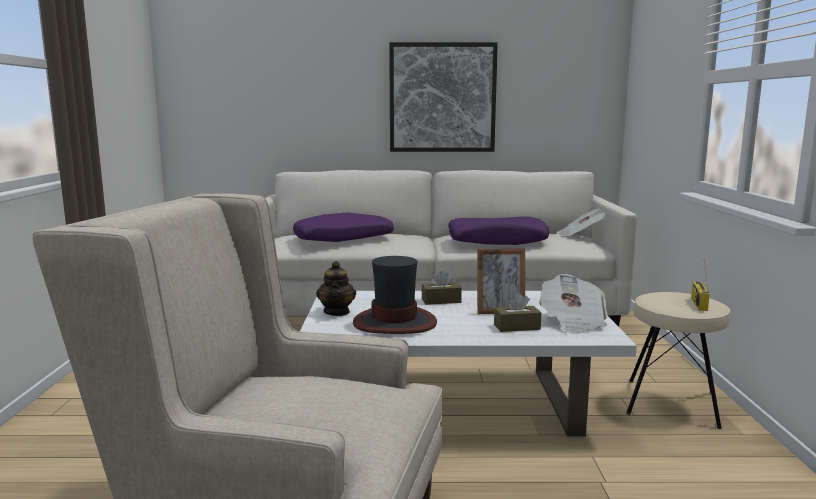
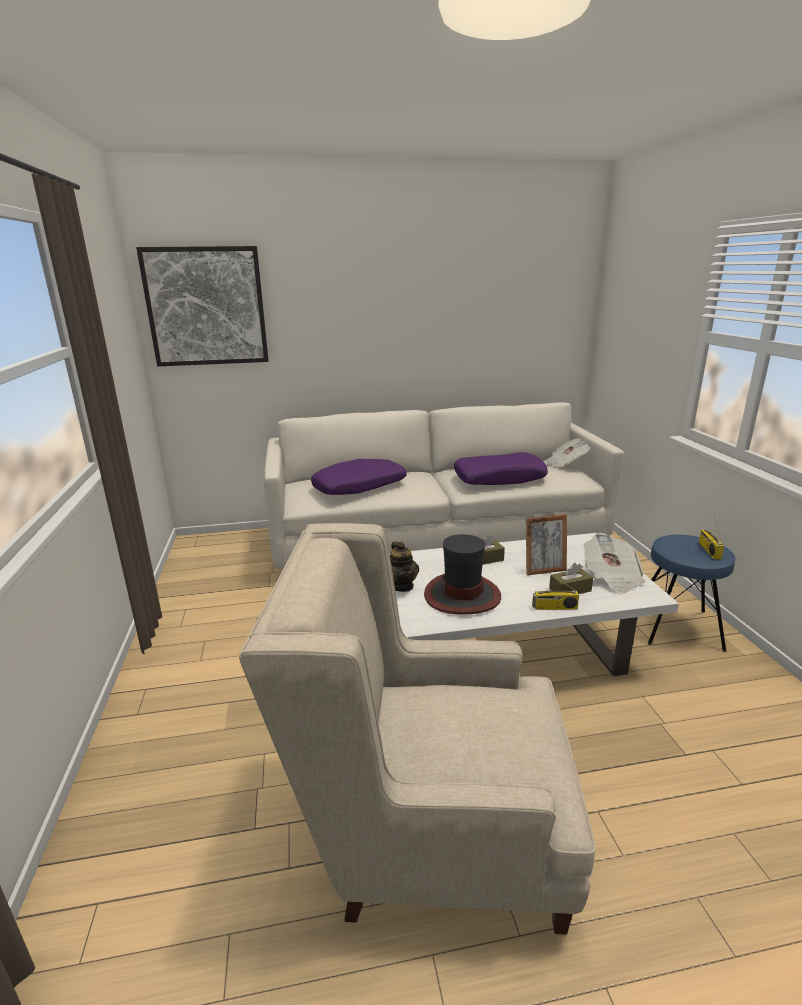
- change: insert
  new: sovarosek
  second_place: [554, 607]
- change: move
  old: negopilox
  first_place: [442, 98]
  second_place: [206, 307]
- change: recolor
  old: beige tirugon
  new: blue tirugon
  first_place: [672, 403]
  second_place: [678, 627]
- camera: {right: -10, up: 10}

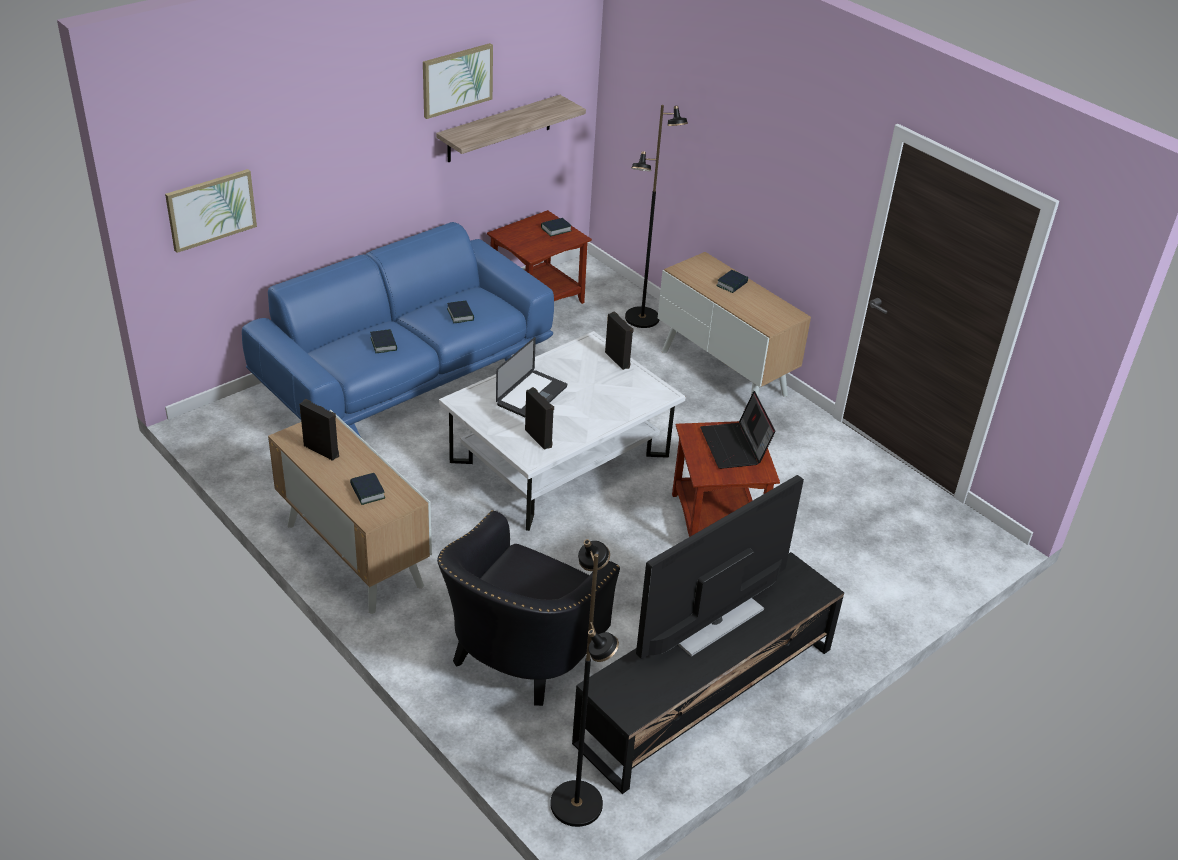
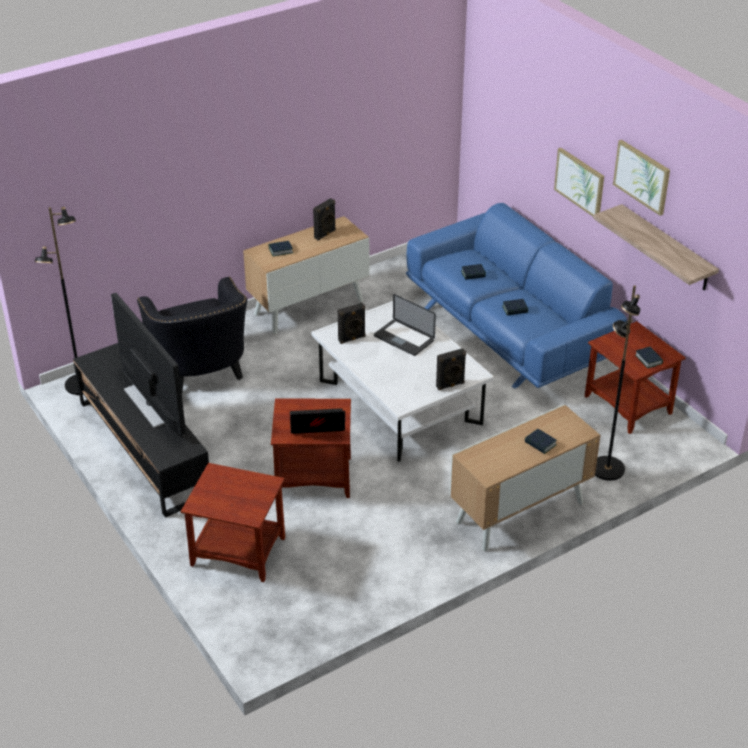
- change: insert
  new: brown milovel
  second_place: [238, 551]
- change: move
  old: negopilox
  first_place: [211, 209]
  second_place: [580, 182]
- change: rotate
  old: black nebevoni
  first_place: [519, 656]
  second_place: [201, 370]
  degrees: -150
- camera: {right: 100, up: 0}

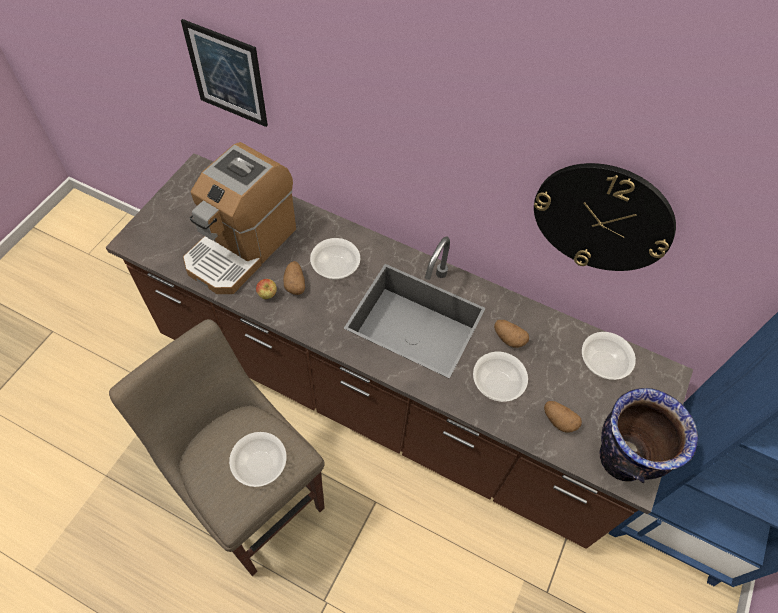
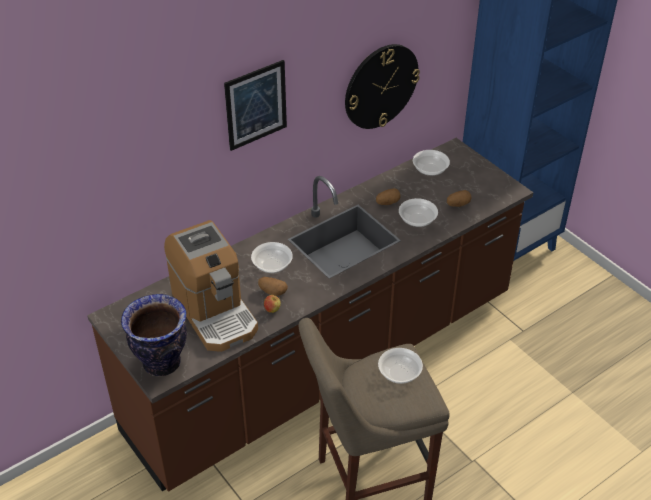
- change: move
  old: negopilox
  first_place: [227, 74]
  second_place: [256, 105]
- change: move
  old: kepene
  first_place: [621, 458]
  second_place: [161, 363]
- camera: {right: -60, up: -15}

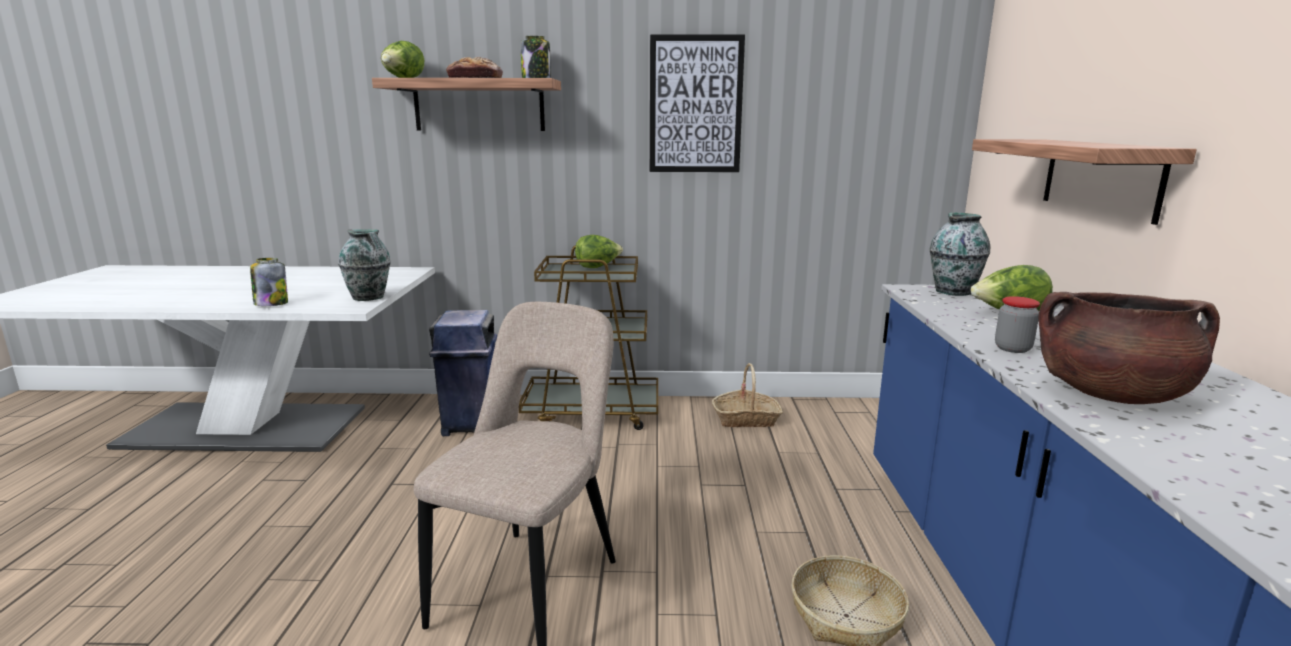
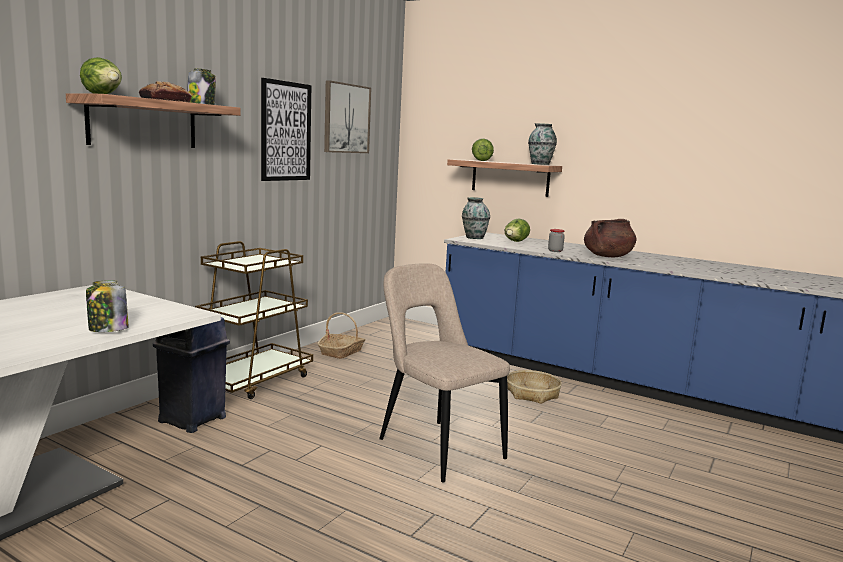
- change: insert
  new: negopilox
  second_place: [346, 118]
- change: move
  old: kepene
  first_place: [369, 298]
  second_place: [540, 164]
- change: move
  old: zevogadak
  first_place: [598, 267]
  second_place: [481, 161]
- camera: {right: -60, up: -5}

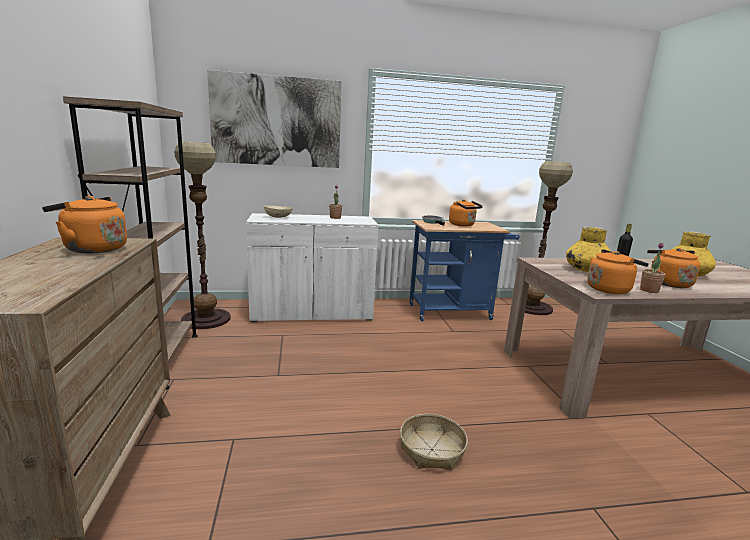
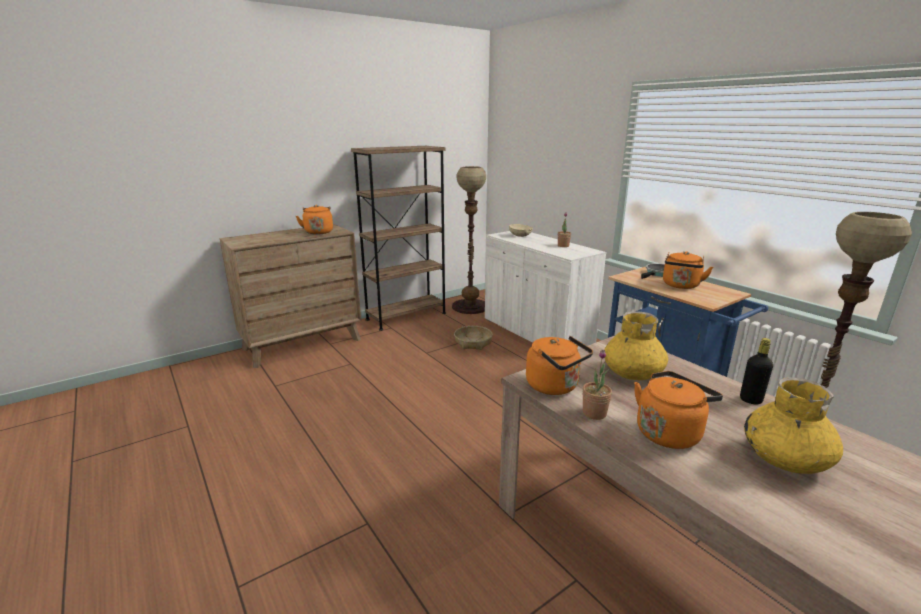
- change: delete
  old: negopilox
  first_place: [276, 121]
- change: move
  old: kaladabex
  first_place: [431, 450]
  second_place: [473, 342]
- camera: {right: 65, up: 5}

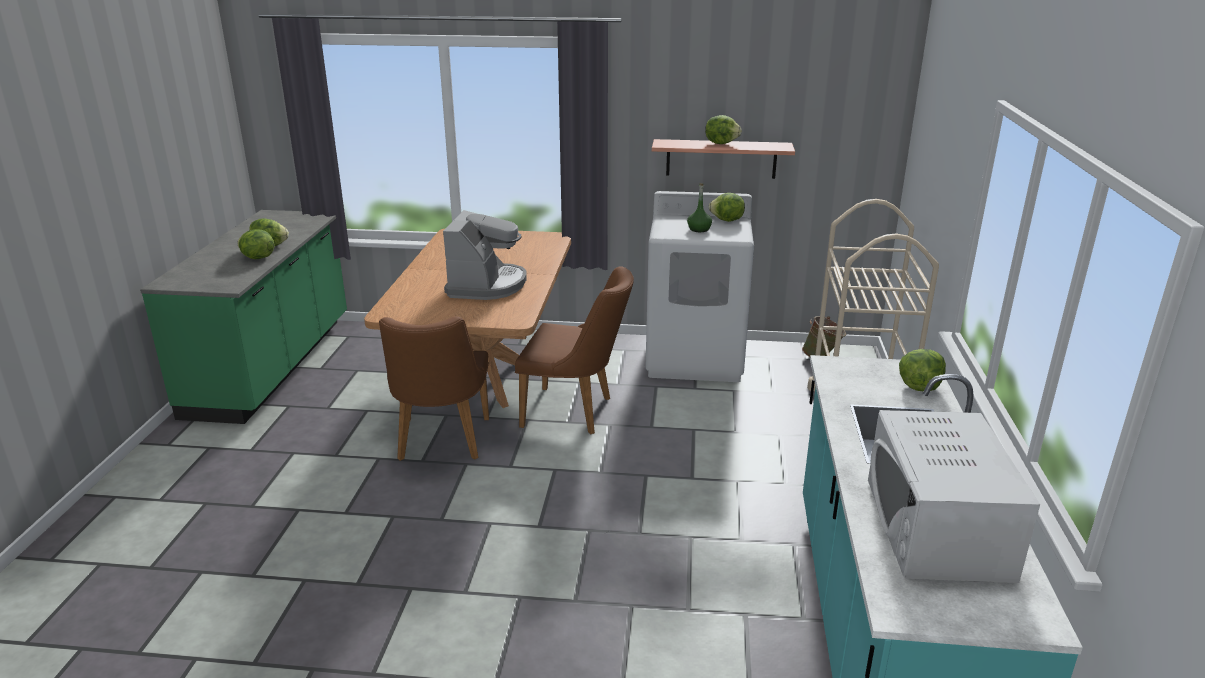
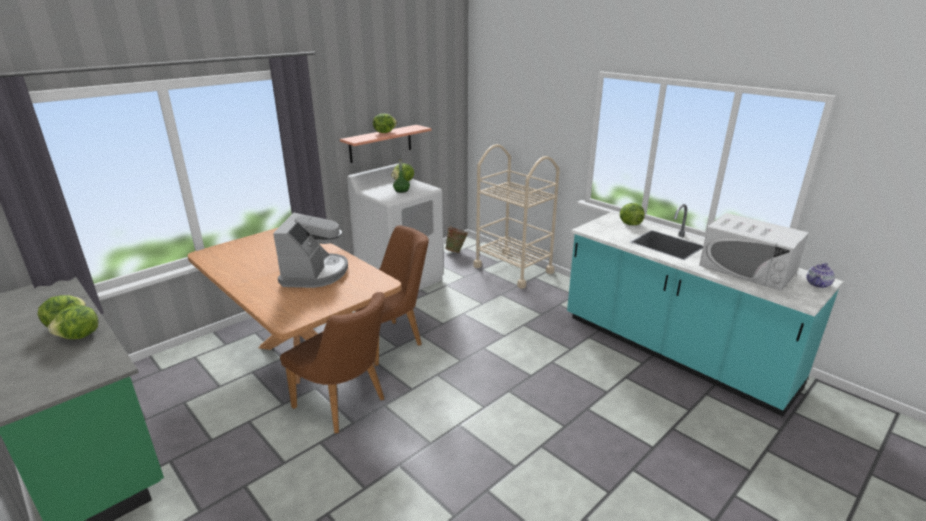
- change: insert
  new: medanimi
  second_place: [818, 284]
- change: rotate
  old: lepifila
  first_place: [487, 285]
  second_place: [315, 273]
  degrees: 45
- camera: {right: -50, up: 0}

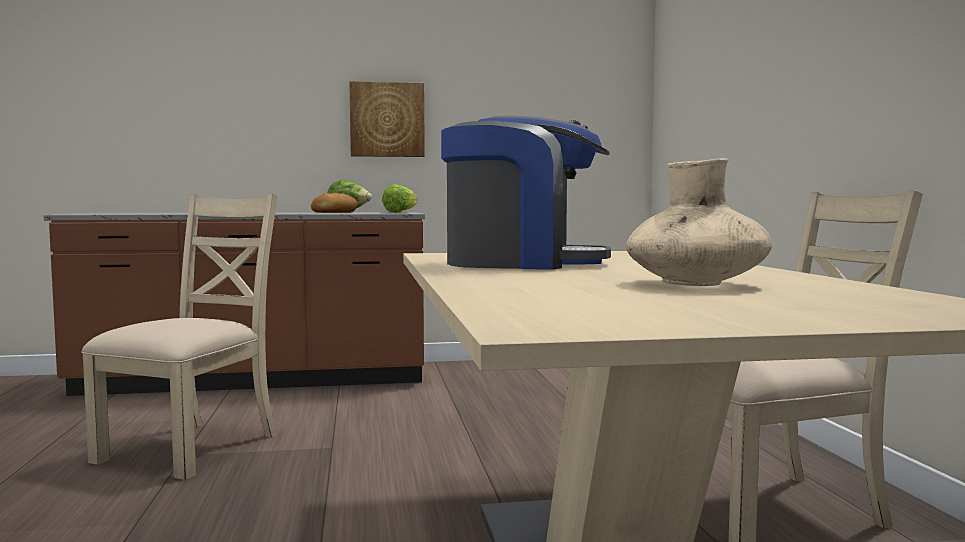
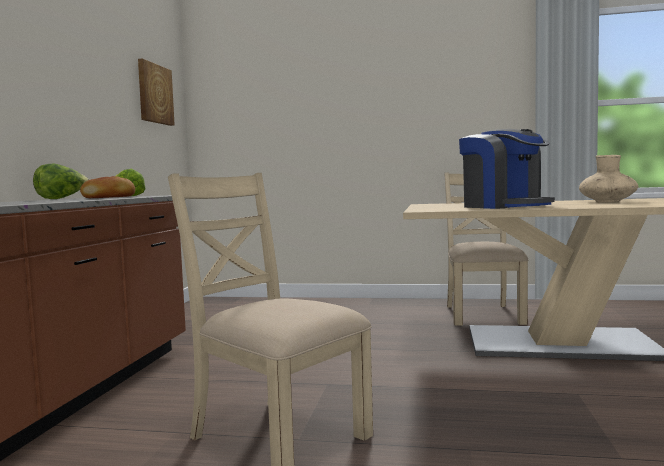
- change: move
  old: negopilox
  first_place: [387, 120]
  second_place: [154, 94]
- change: rotate
  old: lepifila
  first_place: [523, 263]
  second_place: [504, 206]
  degrees: 120
- camera: {right: -70, up: 0}

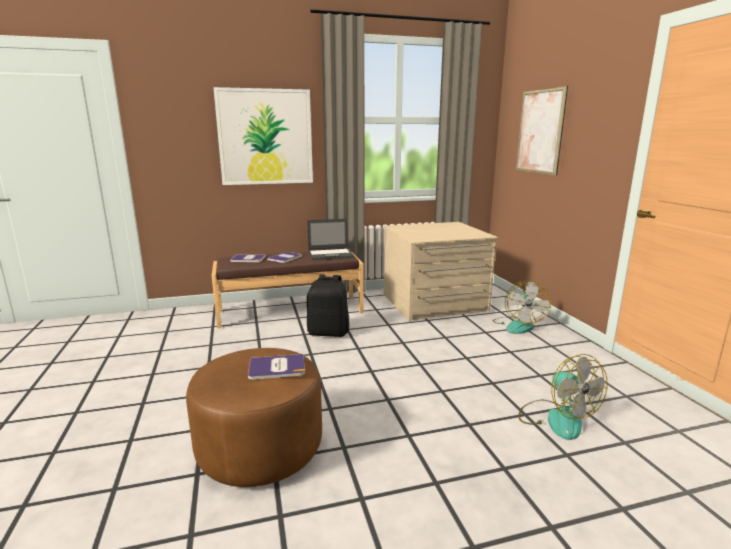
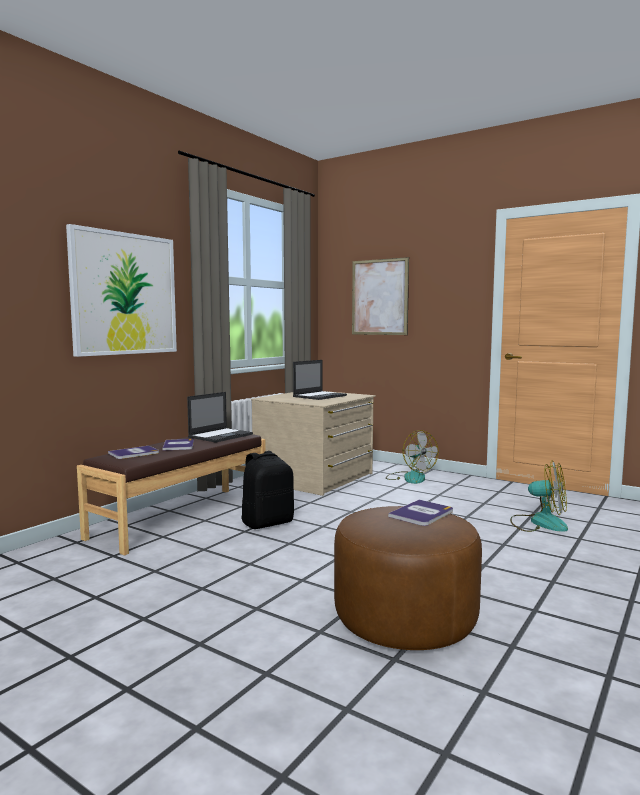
- change: insert
  new: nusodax
  second_place: [320, 396]
- camera: {right: -40, up: -10}

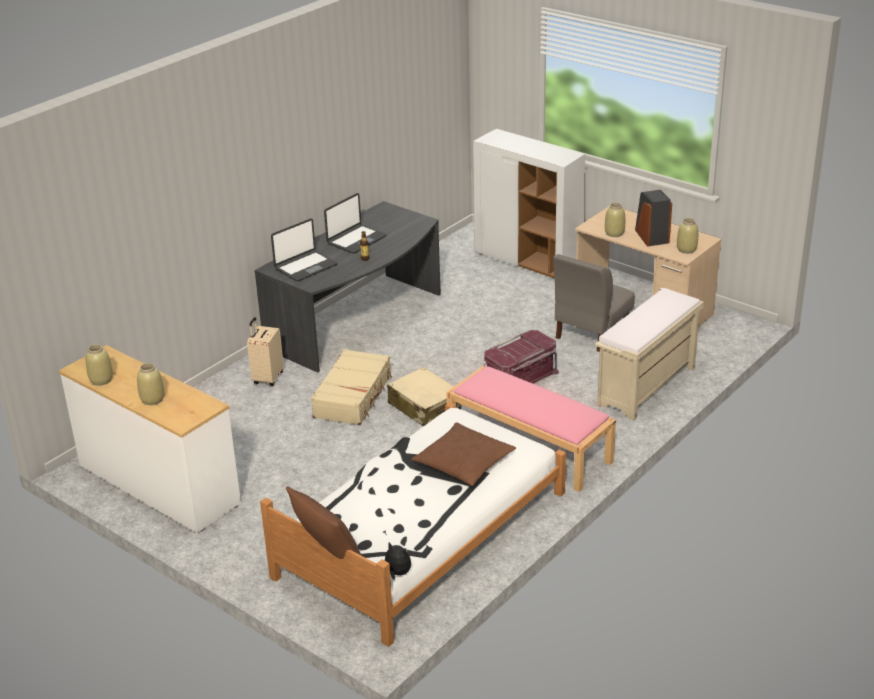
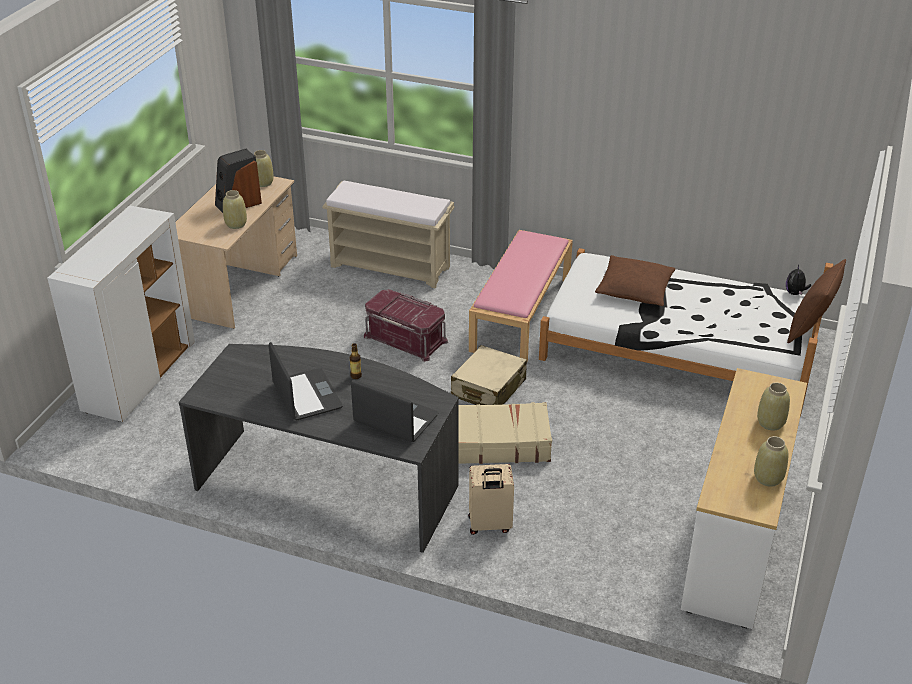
- change: delete
  old: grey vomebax
  first_place: [591, 332]
- change: rotate
  old: nusodax
  first_place: [356, 240]
  second_place: [306, 396]
  degrees: 45
- camera: {right: -110, up: 5}

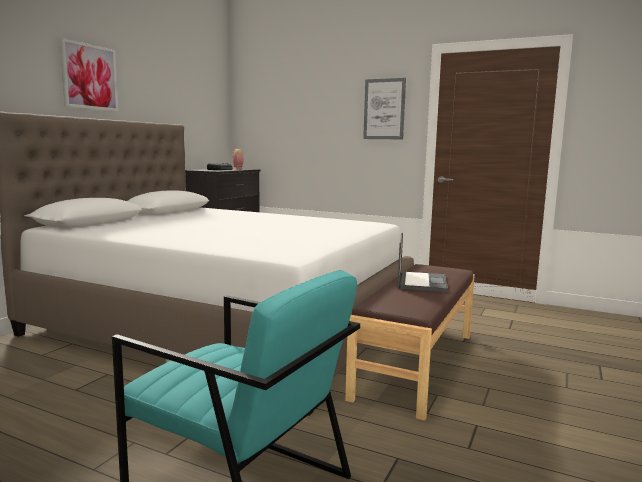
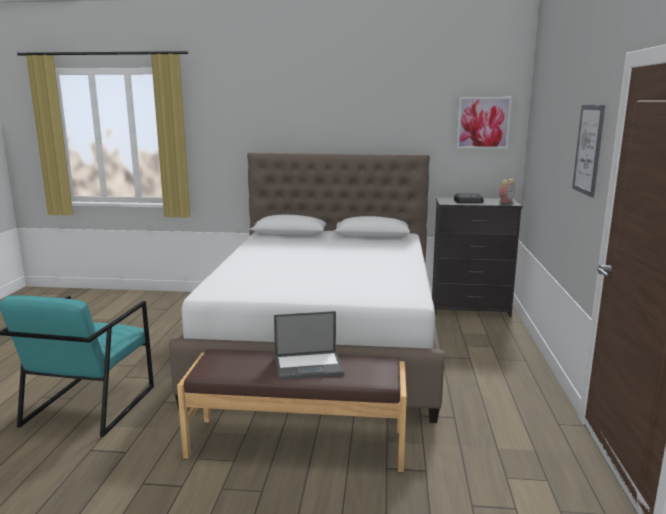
- change: move
  old: negopilox
  first_place: [89, 77]
  second_place: [483, 123]
- camera: {right: 70, up: 5}

